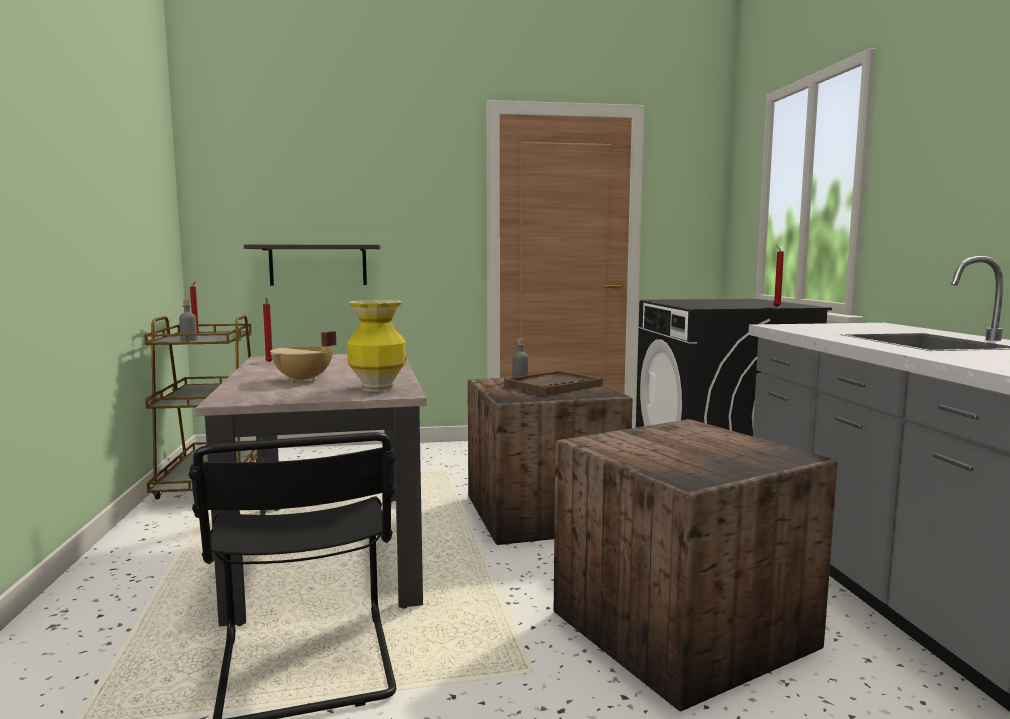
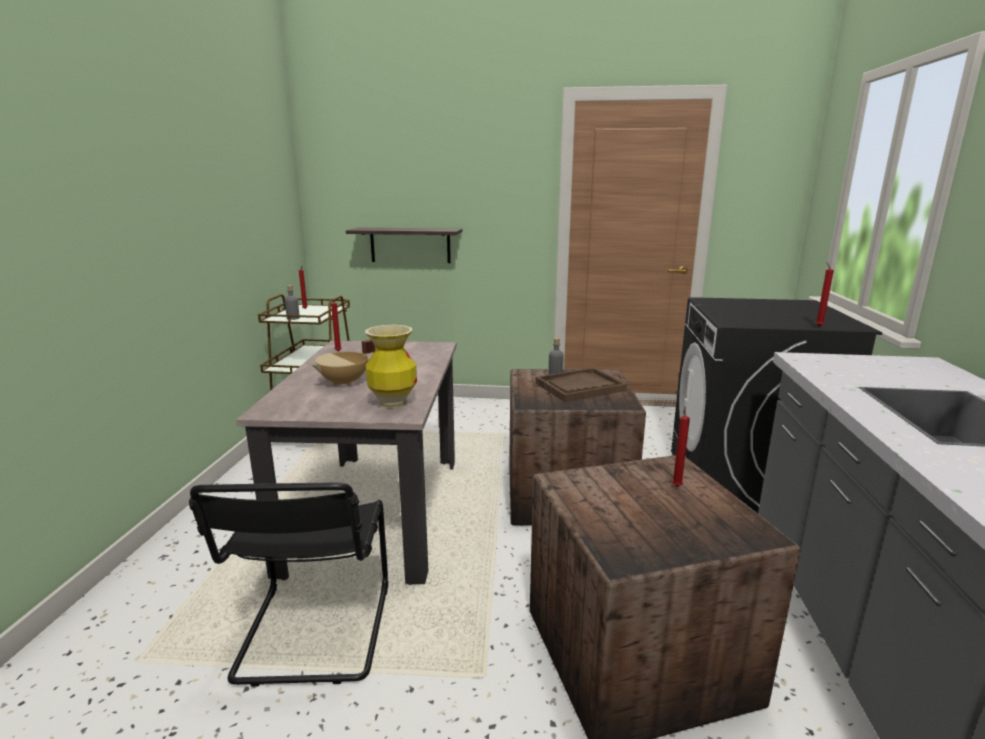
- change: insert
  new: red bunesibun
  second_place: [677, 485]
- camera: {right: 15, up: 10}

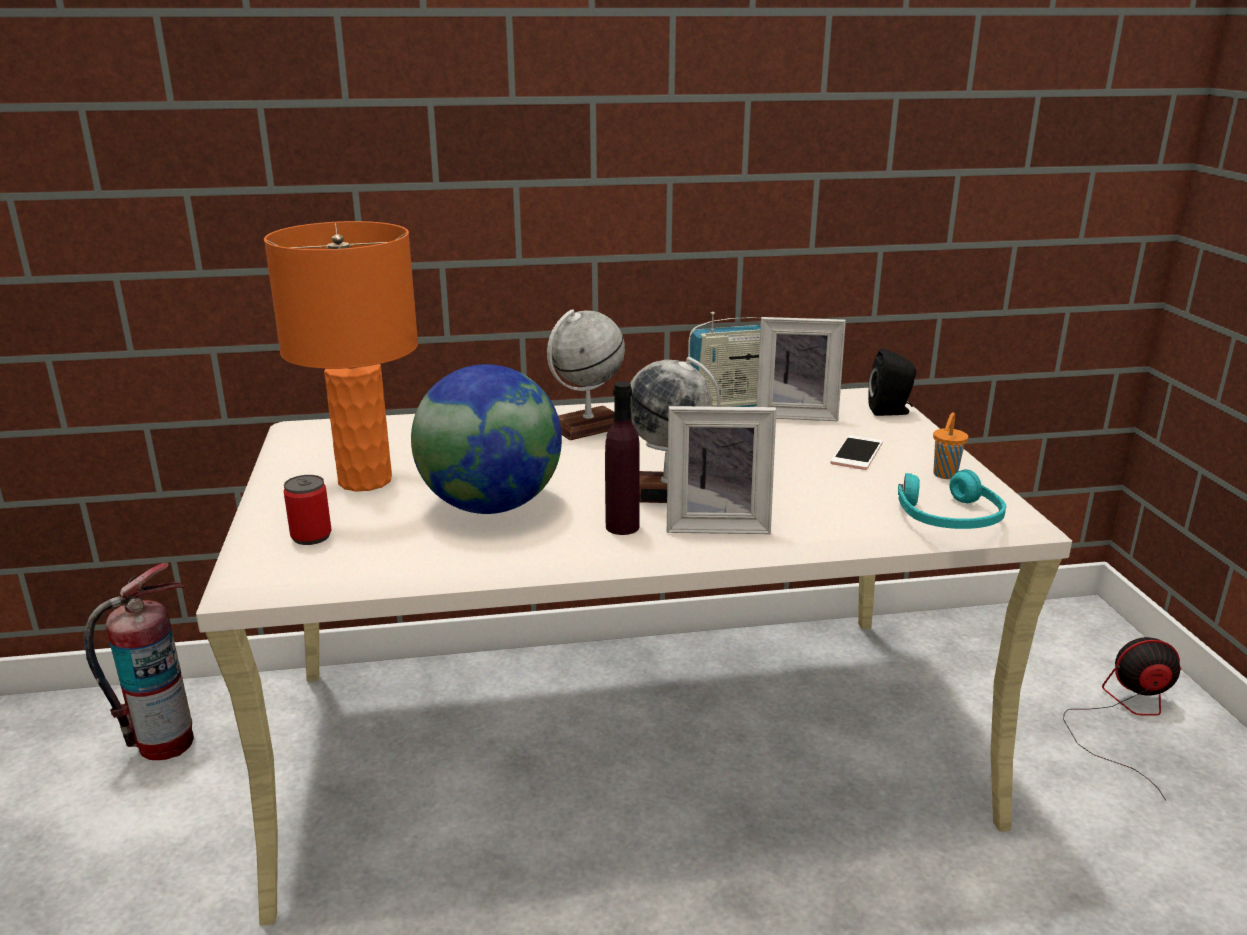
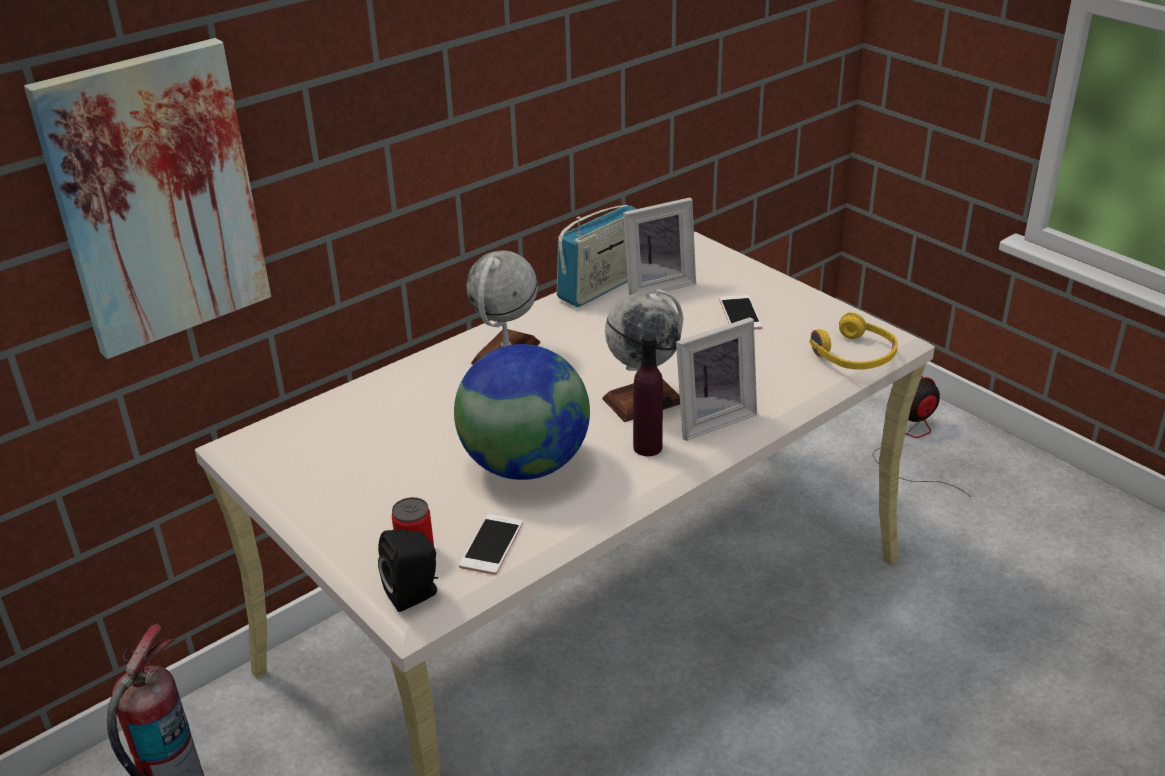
- change: delete
  old: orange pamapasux
  first_place: [365, 480]
- change: delete
  old: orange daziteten
  first_place: [944, 475]
- change: insert
  new: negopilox
  second_place: [156, 199]
- change: insert
  new: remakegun
  second_place: [491, 545]
- change: move
  old: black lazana
  first_place: [891, 411]
  second_place: [415, 594]
- change: recolor
  old: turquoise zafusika
  new: yellow zafusika
  first_place: [948, 517]
  second_place: [854, 355]
- camera: {right: -30, up: 10}

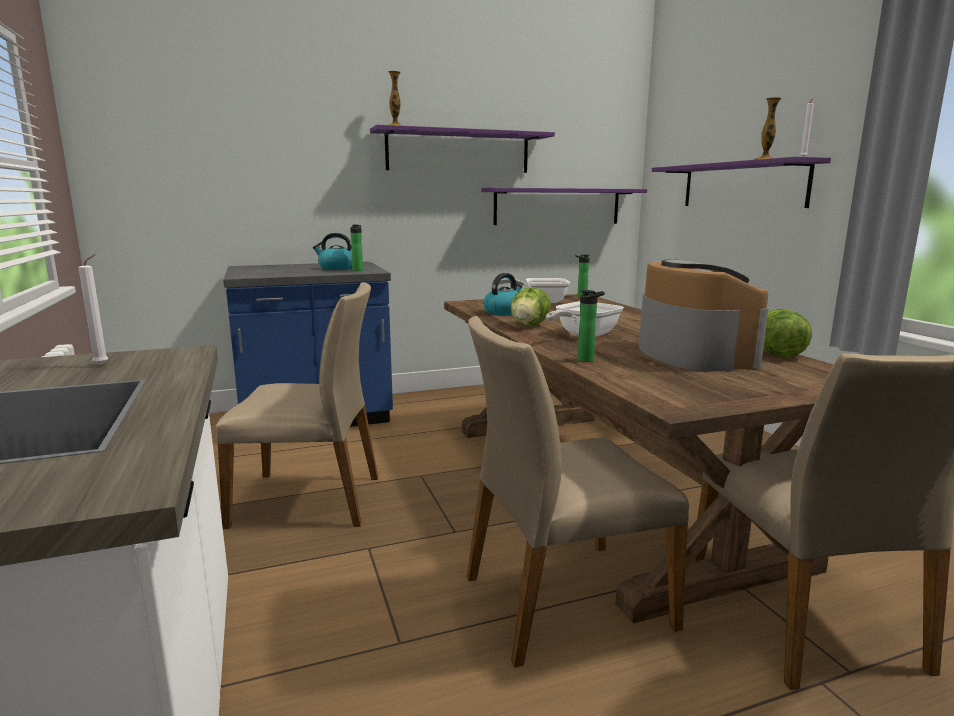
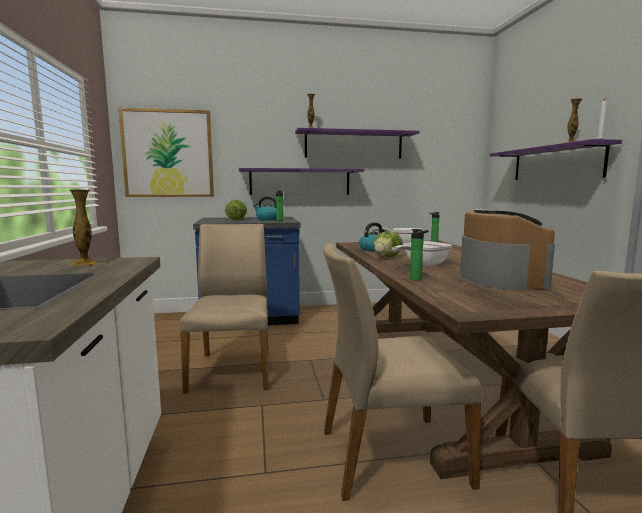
- change: insert
  new: negopilox
  second_place: [168, 154]
- change: move
  old: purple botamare
  first_place: [557, 206]
  second_place: [300, 182]
- change: move
  old: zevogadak
  first_place: [777, 354]
  second_place: [236, 219]
- change: replace
  old: white bunesibun
  new: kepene
  first_place: [103, 364]
  second_place: [84, 264]
- change: rotate
  old: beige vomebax
  first_place: [309, 499]
  second_place: [232, 370]
  degrees: -105
- camera: {right: 10, up: -5}

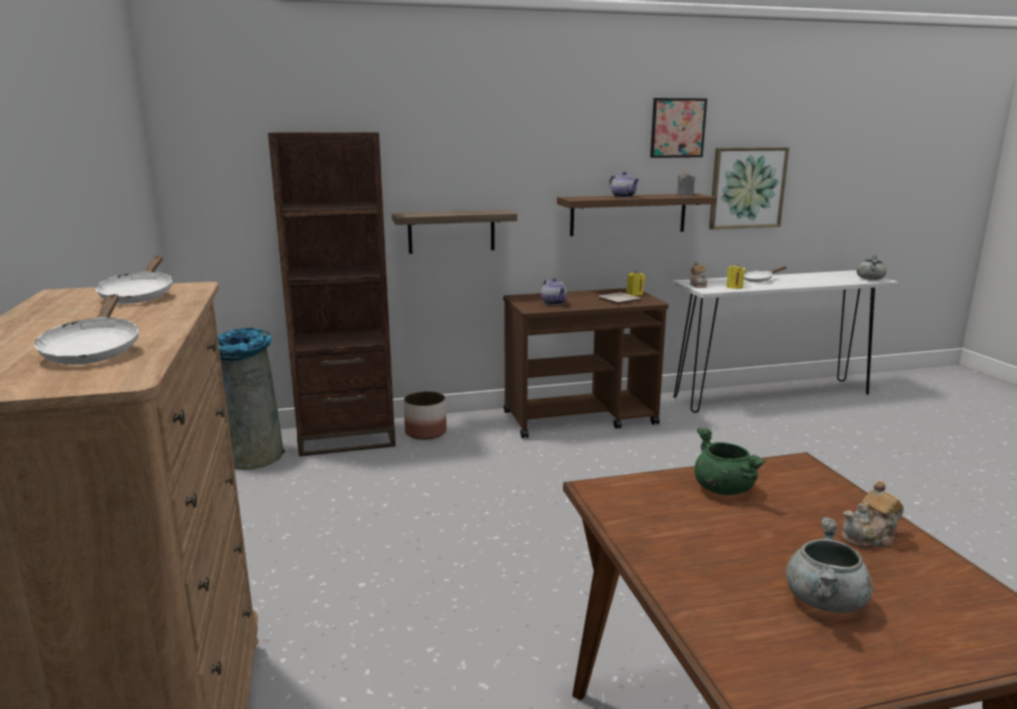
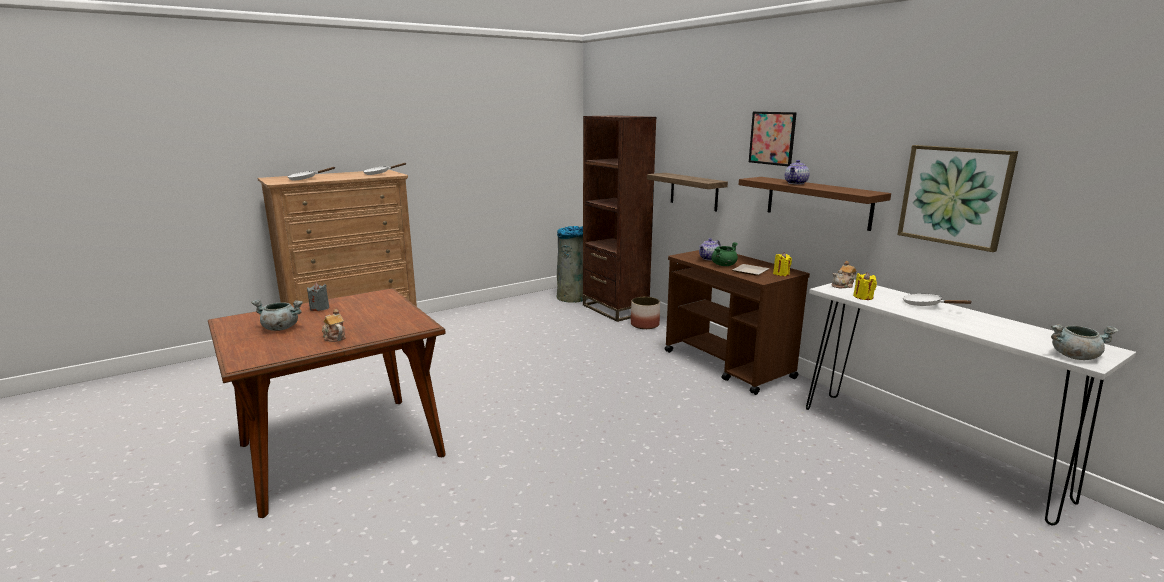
- change: move
  old: negopilox
  first_place: [677, 128]
  second_place: [772, 138]
- change: move
  old: grey bunesibun
  first_place: [685, 195]
  second_place: [319, 308]
- change: move
  old: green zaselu
  first_place: [722, 488]
  second_place: [723, 265]
- camera: {right: 70, up: 0}

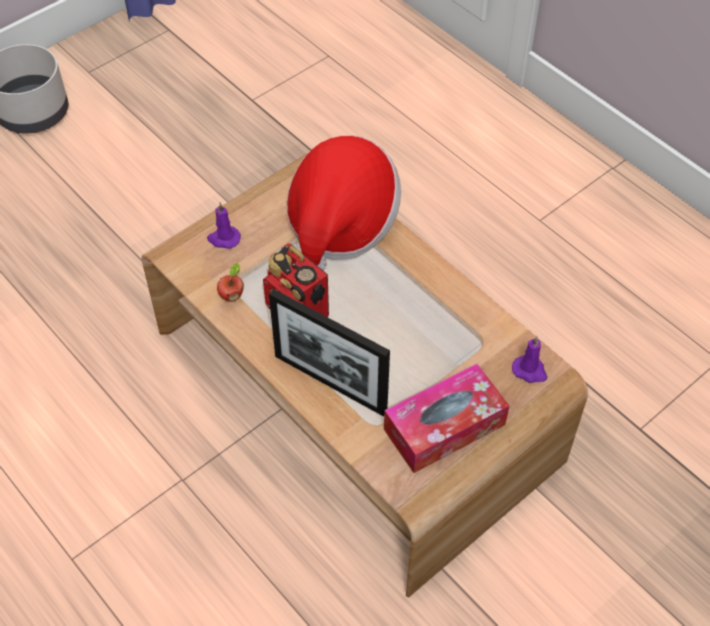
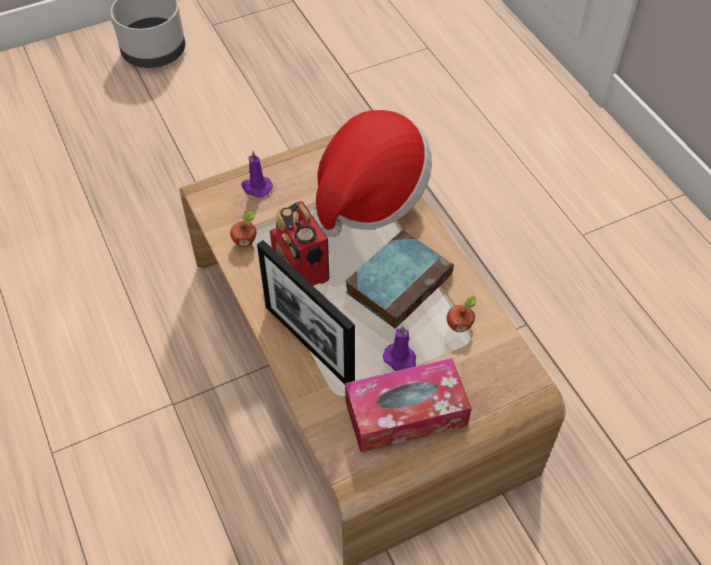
- change: insert
  new: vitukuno
  second_place: [399, 282]
- change: insert
  new: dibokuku
  second_place: [459, 325]
- change: move
  old: purple bunesibun
  first_place: [530, 371]
  second_place: [401, 359]
- camera: {right: 15, up: 0}

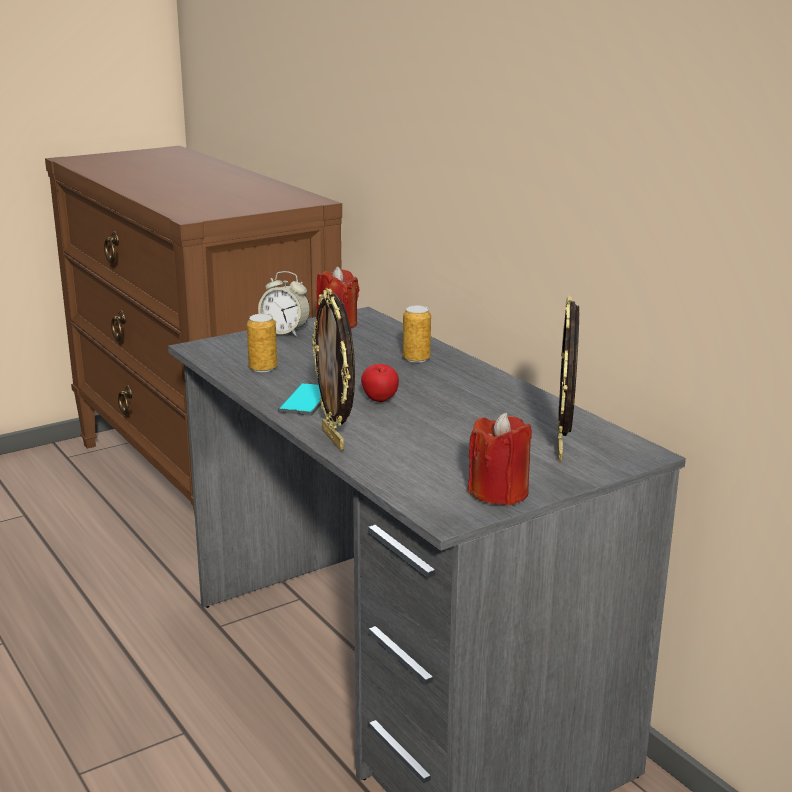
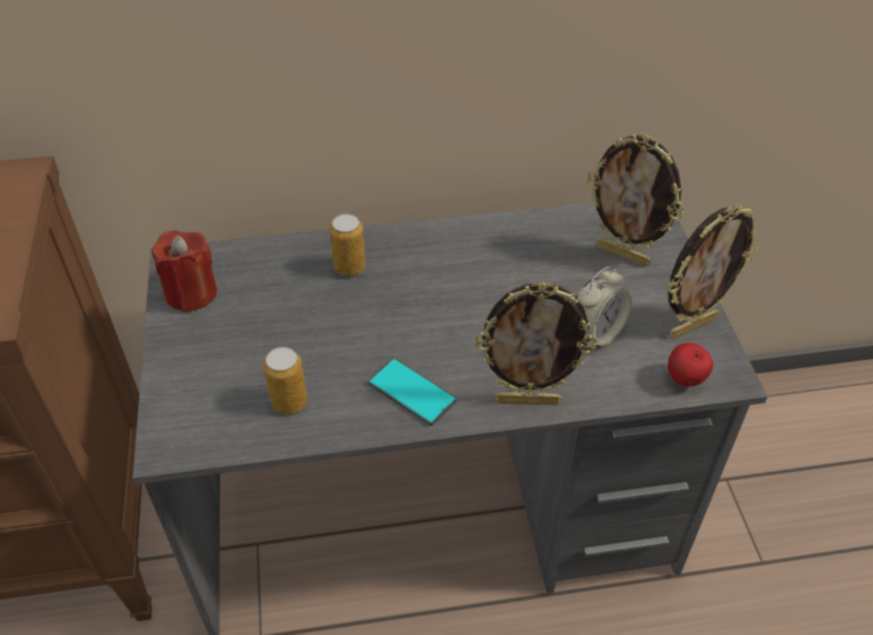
- change: move
  old: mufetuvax
  first_place: [285, 332]
  second_place: [596, 332]
- change: move
  old: dibokuku
  first_place: [380, 401]
  second_place: [685, 380]
- change: replace
  old: red bunesibun
  new: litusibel
  first_place: [499, 492]
  second_place: [692, 326]
- camera: {right: -65, up: 25}

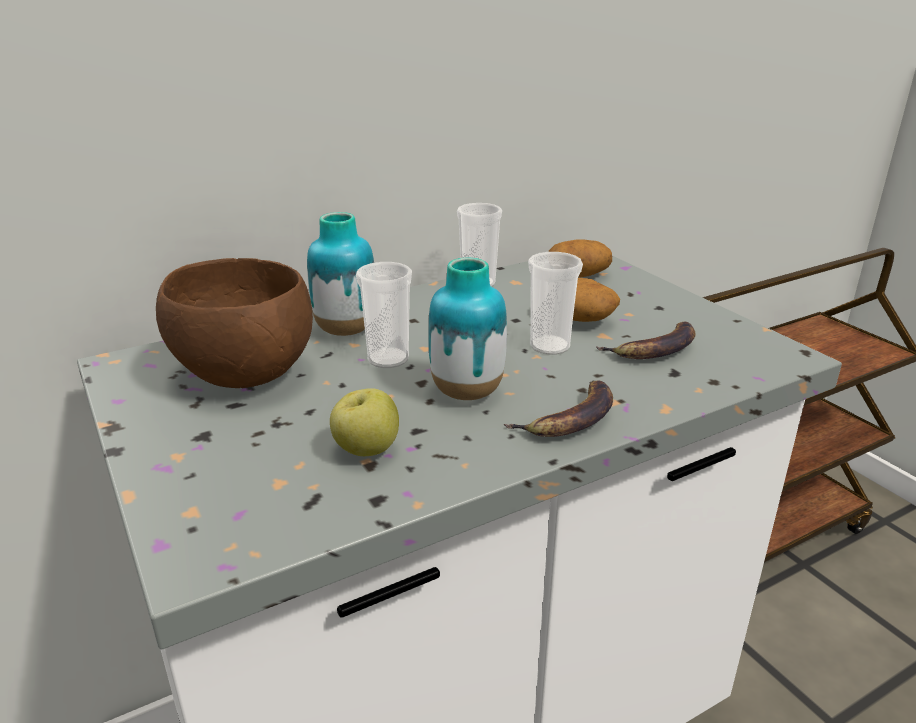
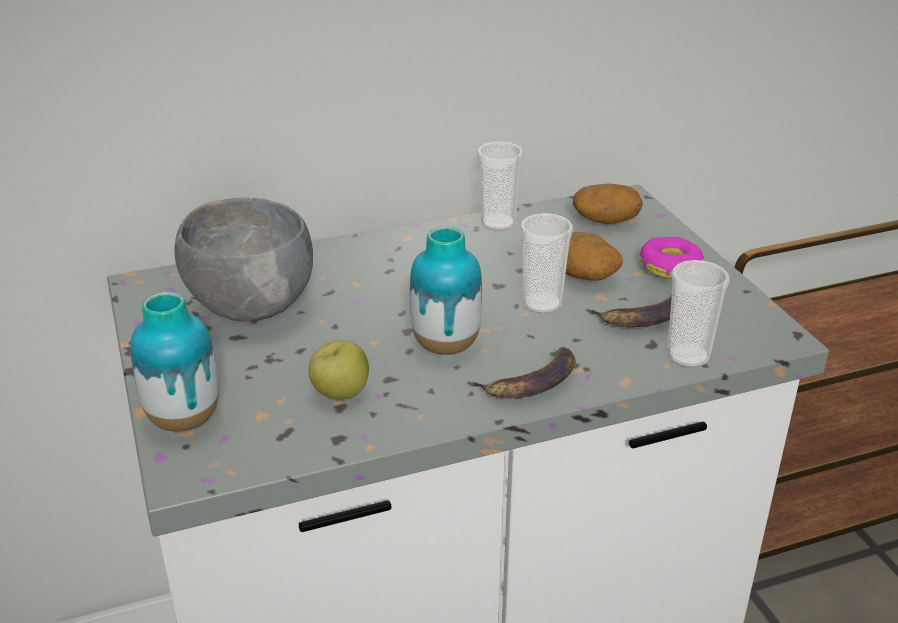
- change: insert
  new: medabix
  second_place: [669, 266]
- change: move
  old: kepene
  first_place: [346, 330]
  second_place: [184, 419]
- change: move
  old: daziteten
  first_place: [388, 359]
  second_place: [688, 356]
- change: recolor
  old: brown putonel
  new: grey putonel
  first_place: [244, 376]
  second_place: [250, 308]
- camera: {right: 10, up: 5}

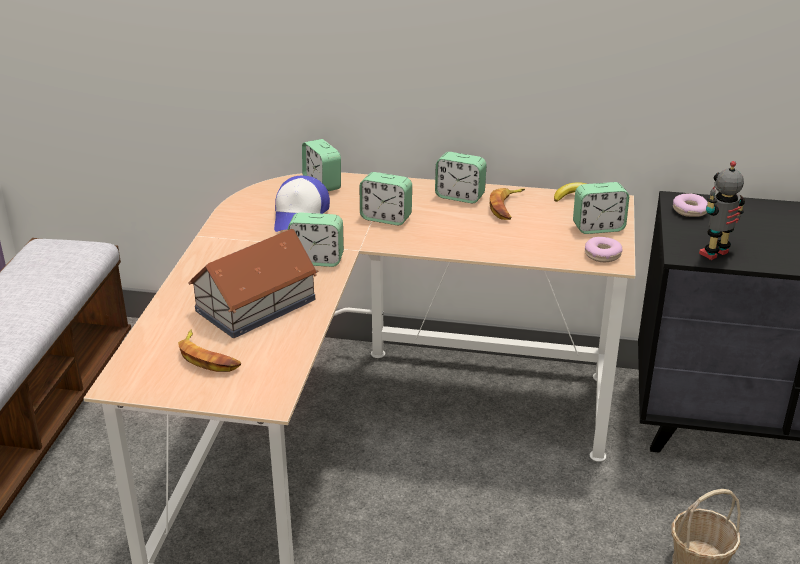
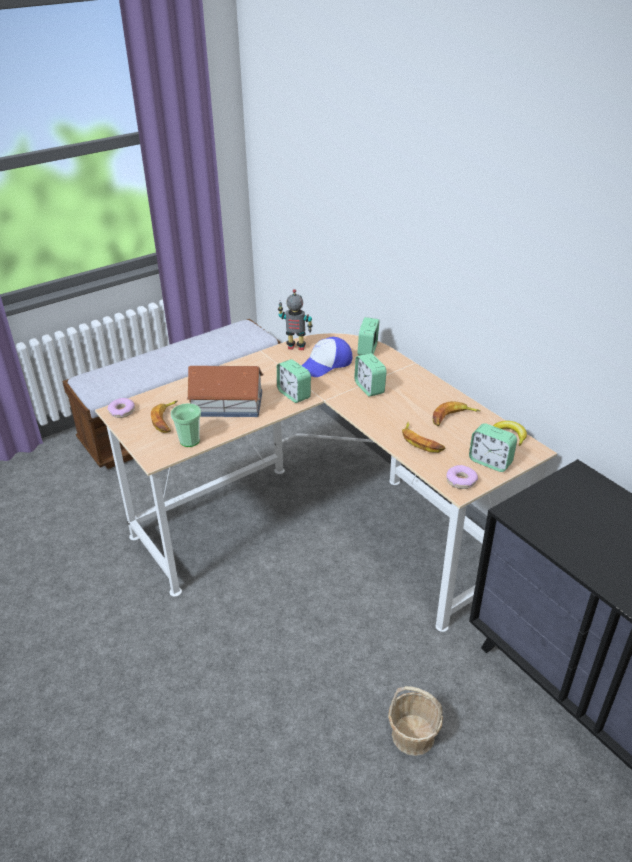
- change: delete
  old: mufetuvax
  first_place: [460, 196]
- change: insert
  new: daziteten
  second_place: [189, 441]
- change: insert
  new: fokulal
  second_place: [421, 441]
- change: move
  old: medabix
  first_place: [689, 211]
  second_place: [122, 411]
- change: move
  old: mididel
  first_place: [715, 254]
  second_place: [296, 348]
- camera: {right: 45, up: 5}

